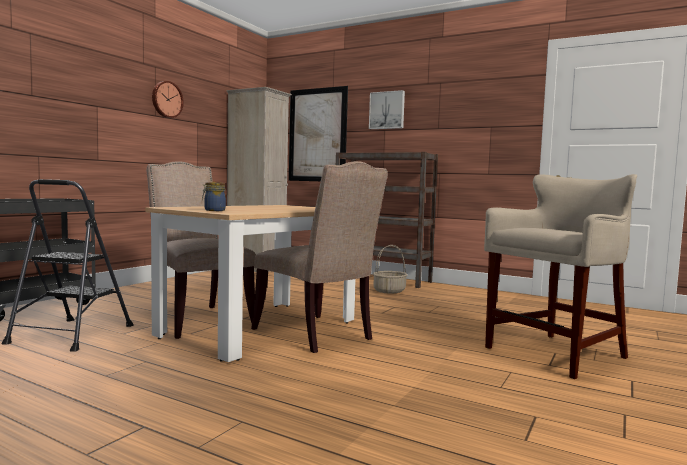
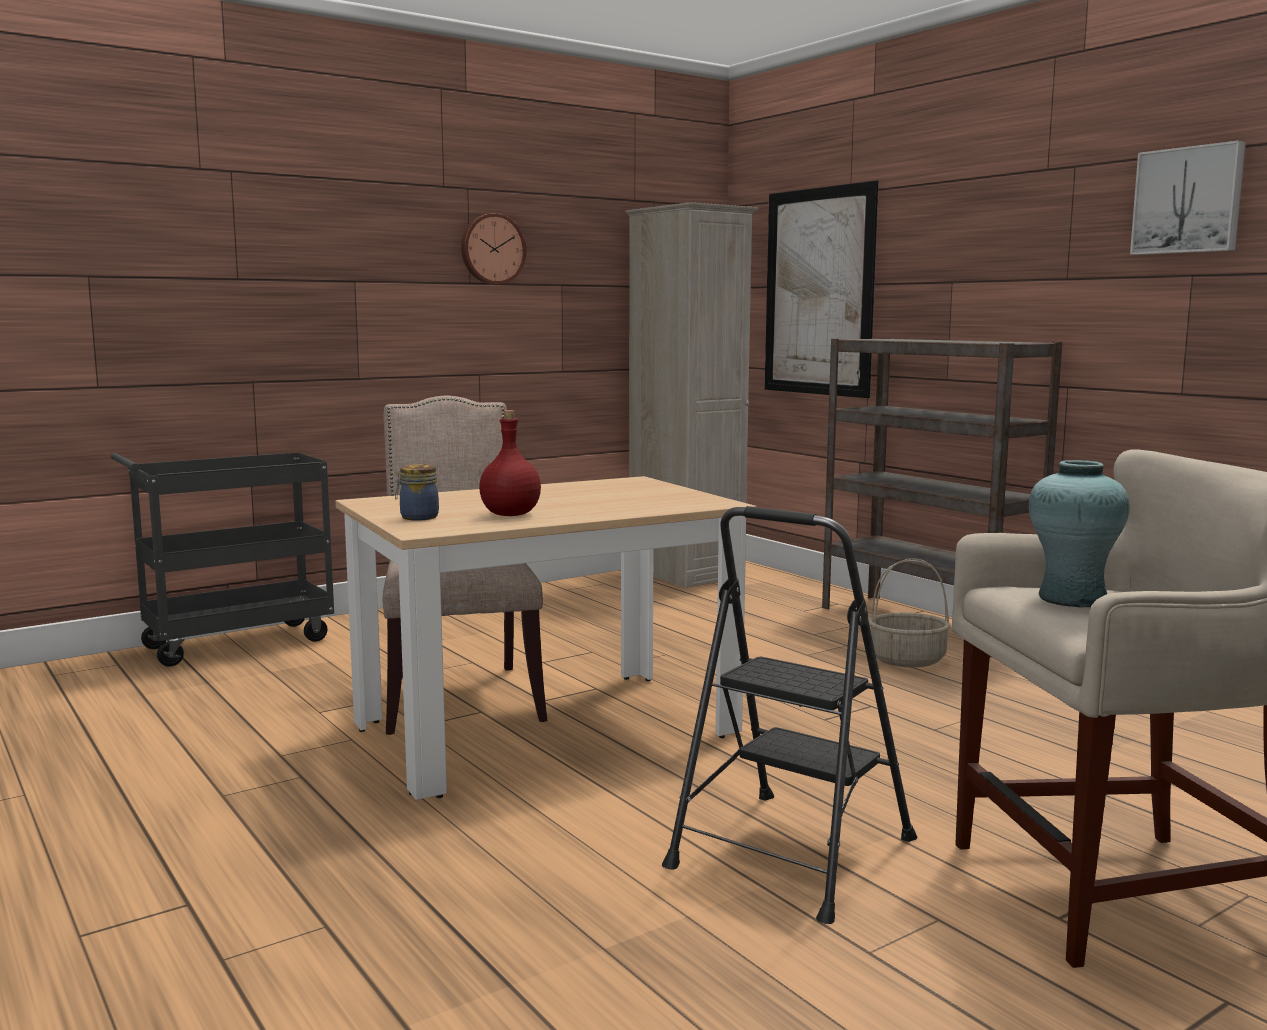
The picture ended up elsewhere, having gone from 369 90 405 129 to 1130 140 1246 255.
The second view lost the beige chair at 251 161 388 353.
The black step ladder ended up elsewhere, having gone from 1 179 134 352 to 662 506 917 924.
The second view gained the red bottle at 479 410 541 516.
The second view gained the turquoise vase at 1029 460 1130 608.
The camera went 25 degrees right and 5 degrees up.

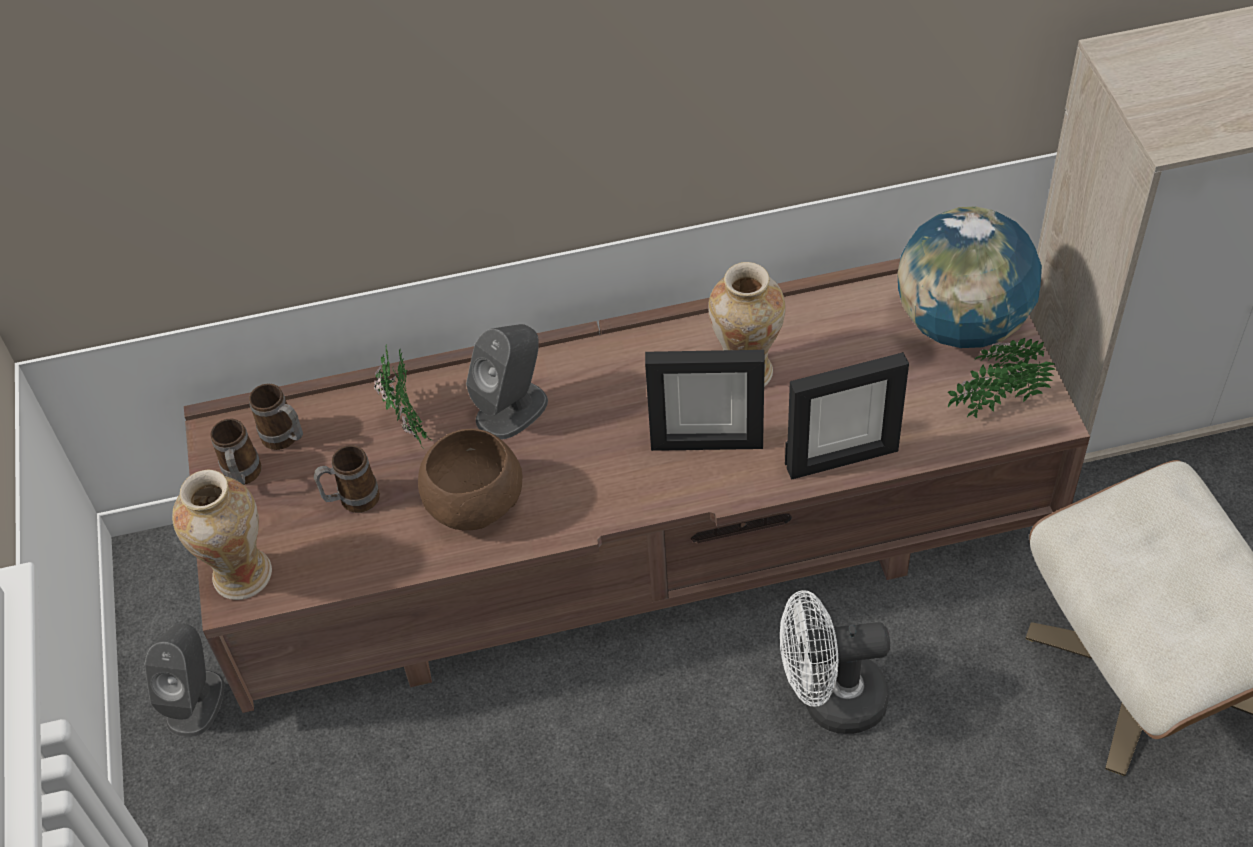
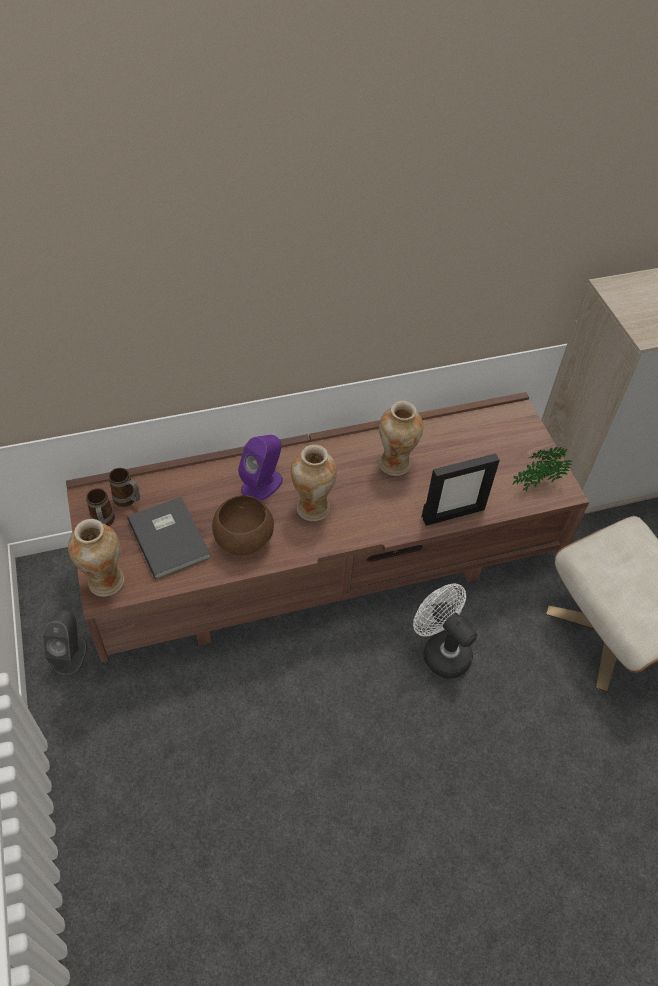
The second view lost the globe at 897 206 1042 348.
What was the grey speaker at 466 324 548 440 turned into the purple speaker at 238 435 283 501.
The second view lost the potted plant at 374 344 432 449.
The second view lost the picture frame at 645 350 765 451.
Where the mug stood at 314 445 380 513, the grey book came to stand at 127 497 211 579.
The white fan at 780 590 890 734 ended up facing another way, 60 degrees clockwise from before.
The second view gained the vase at 291 445 337 521.
The camera went 10 degrees left and 0 degrees up.

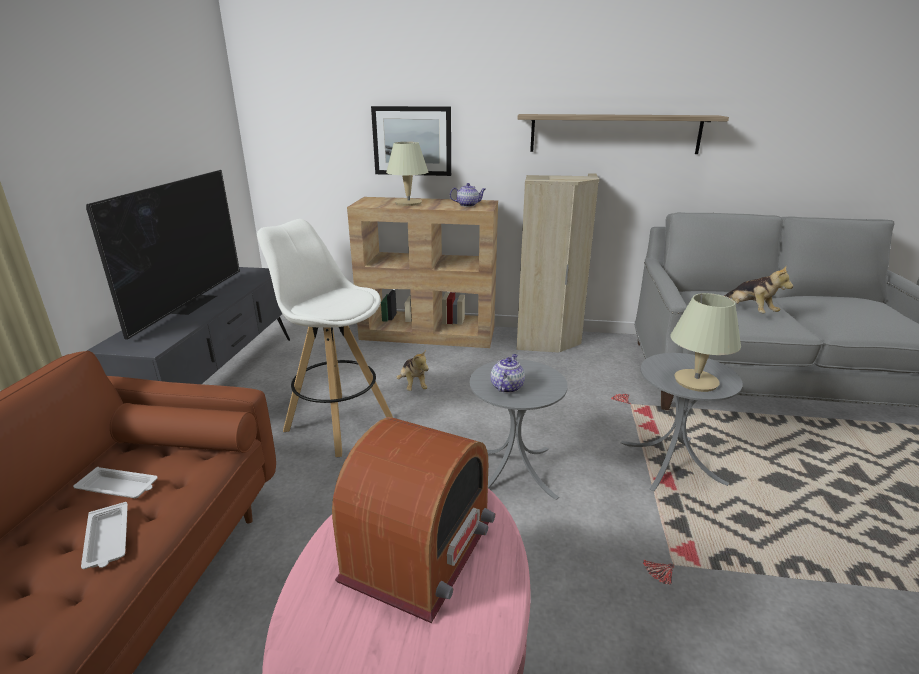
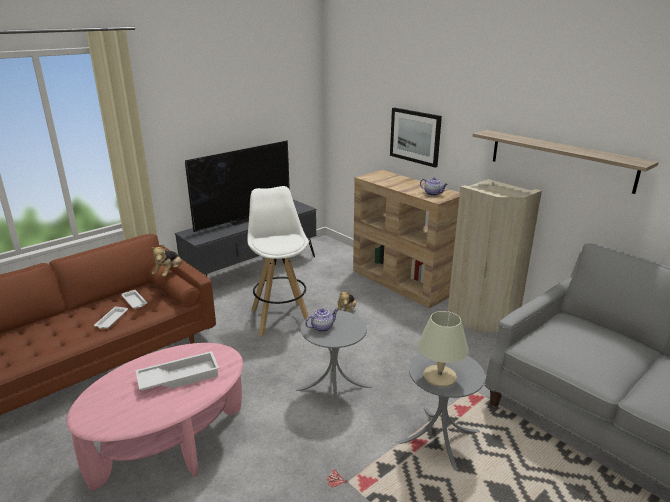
The second view lost the beige table lamp at 386 142 428 206.
The plush toy ended up elsewhere, having gone from 724 266 793 313 to 152 245 182 277.
Where the radio stood at 332 417 495 623, the white tray came to stand at 136 351 219 390.
The camera went 40 degrees right and 0 degrees up.

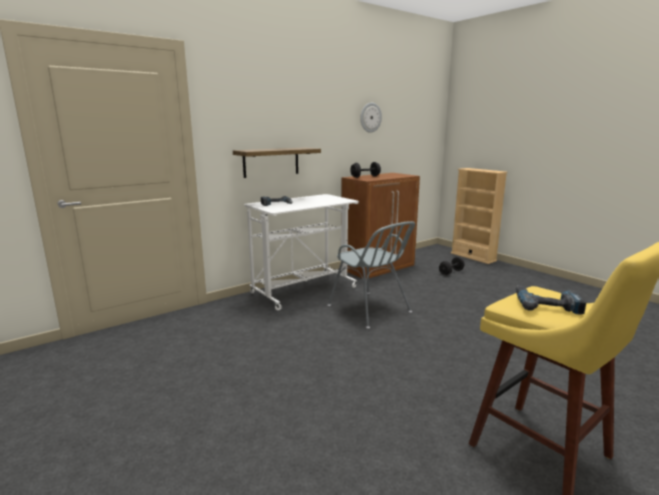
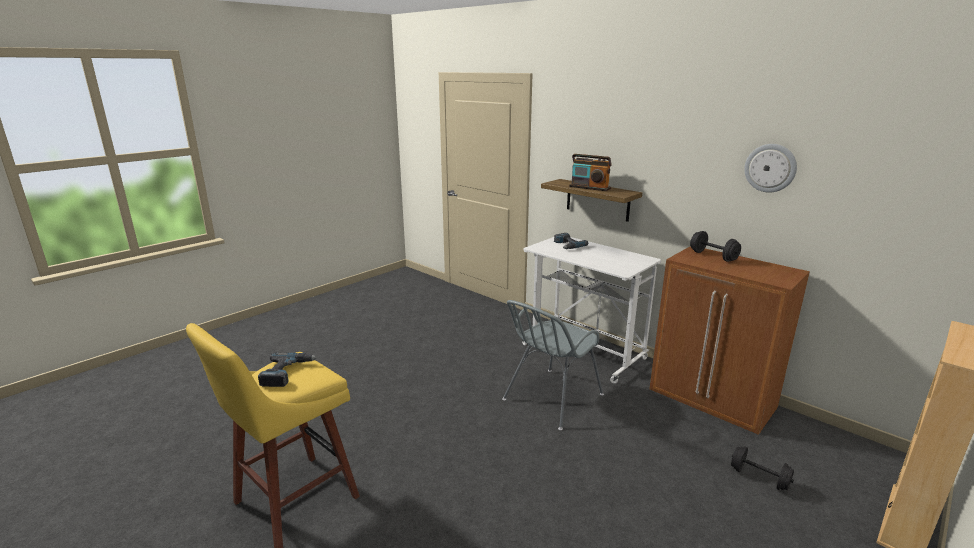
The second view gained the radio at 569 154 612 191.
The camera went 80 degrees right and 5 degrees up.

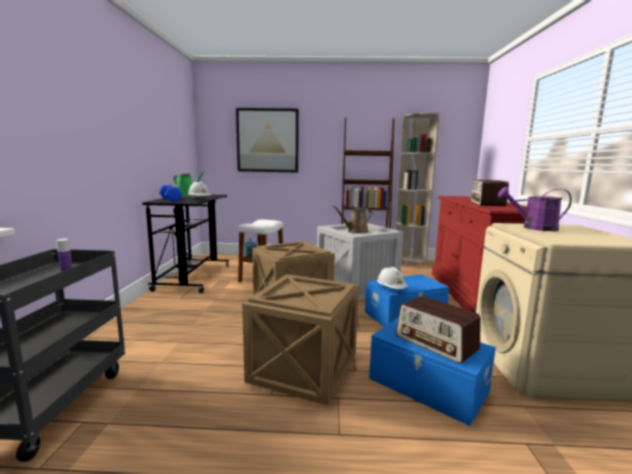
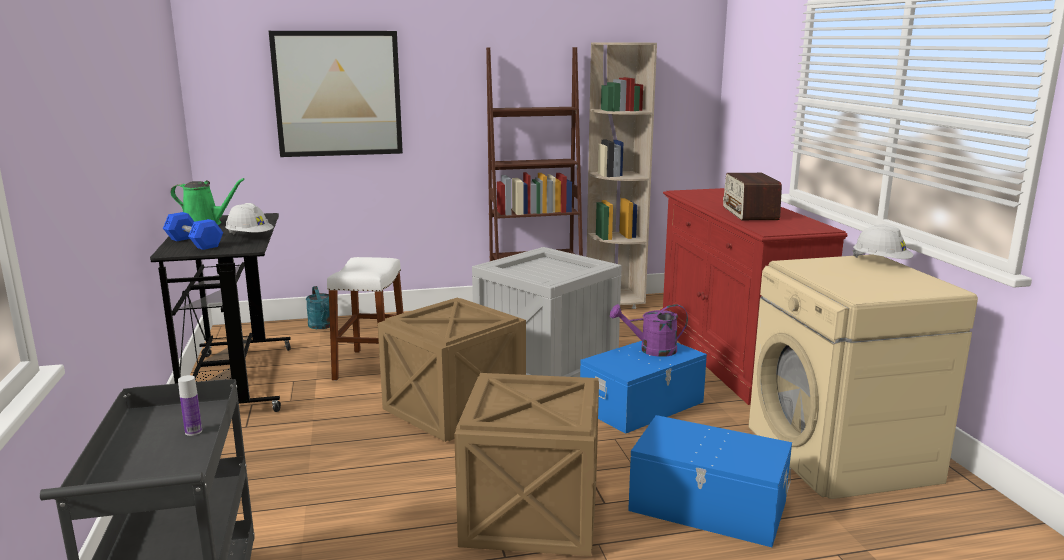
The purple watering can ended up elsewhere, having gone from 498 187 572 231 to 610 304 688 357.
The second view lost the brown watering can at 333 206 372 233.
The white hard hat ended up elsewhere, having gone from 377 267 408 289 to 852 224 914 259.
The second view lost the radio at 396 296 480 364.
The camera went 15 degrees left and 5 degrees up.

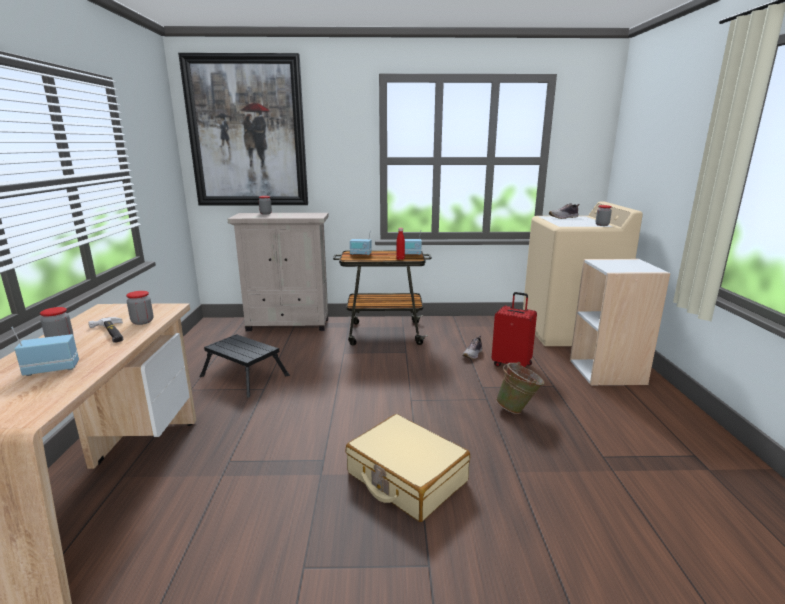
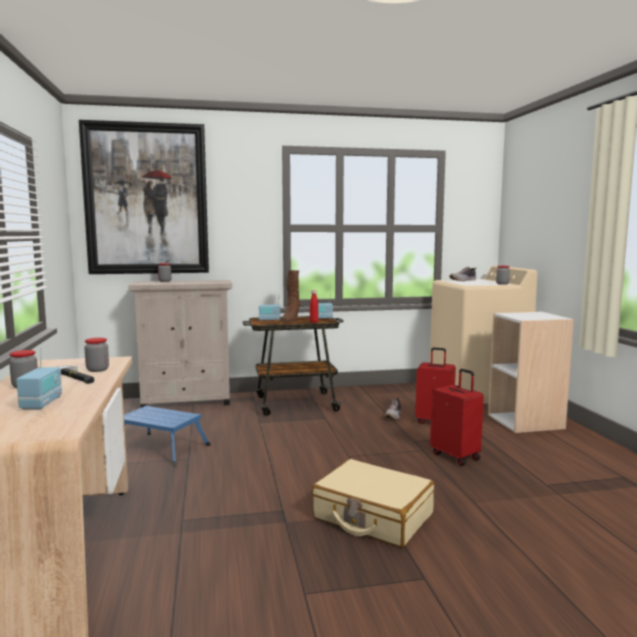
The radio at 11 327 79 376 ended up facing another way, 120 degrees clockwise from before.
What was the black step ladder at 200 334 290 398 turned into the blue step ladder at 124 405 211 467.
Where the green bucket stood at 496 362 544 414, the red suitcase came to stand at 430 369 484 466.
The second view gained the brown boot at 283 270 300 322.
The camera went 10 degrees left and 10 degrees down.

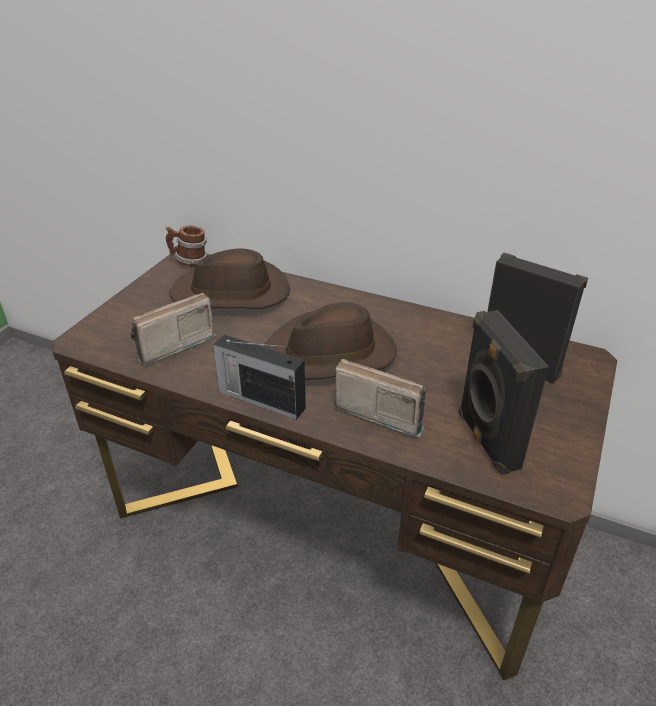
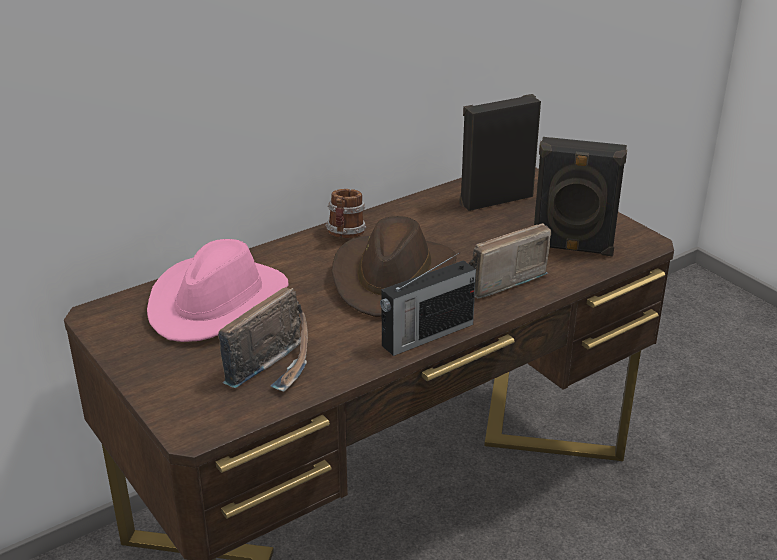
The mug ended up elsewhere, having gone from 166 226 207 267 to 325 189 366 238.
What was the brown hat at 169 249 290 309 turned into the pink hat at 147 239 289 342.
The radio at 130 293 216 365 ended up facing another way, 135 degrees counterclockwise from before.
The camera went 60 degrees left and 5 degrees down.

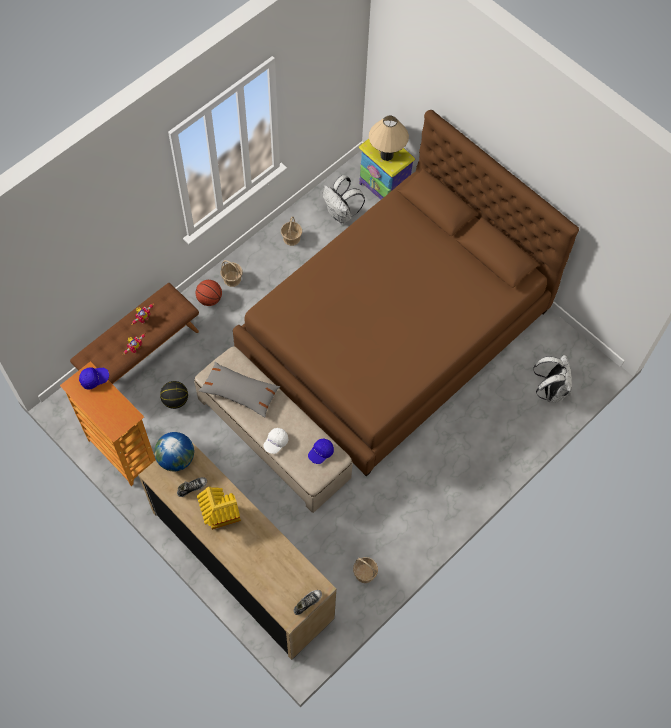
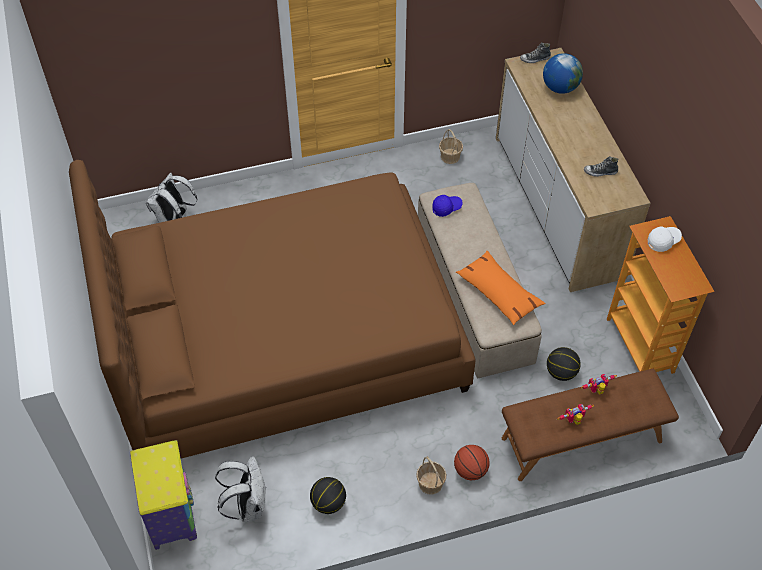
The second view lost the beige table lamp at 369 115 409 161.
Where the basket stood at 281 217 302 246, the basketball came to stand at 310 477 346 514.
What was the grey pillow at 199 362 280 417 turned into the orange pillow at 456 250 545 325.
The second view lost the blue cap at 79 368 109 390.
The white cap ended up elsewhere, having gone from 263 428 289 454 to 648 226 682 252.
The globe ended up elsewhere, having gone from 154 432 194 471 to 543 53 583 94.
The second view lost the toy house at 197 487 241 530.
The camera went 150 degrees left and 10 degrees down.

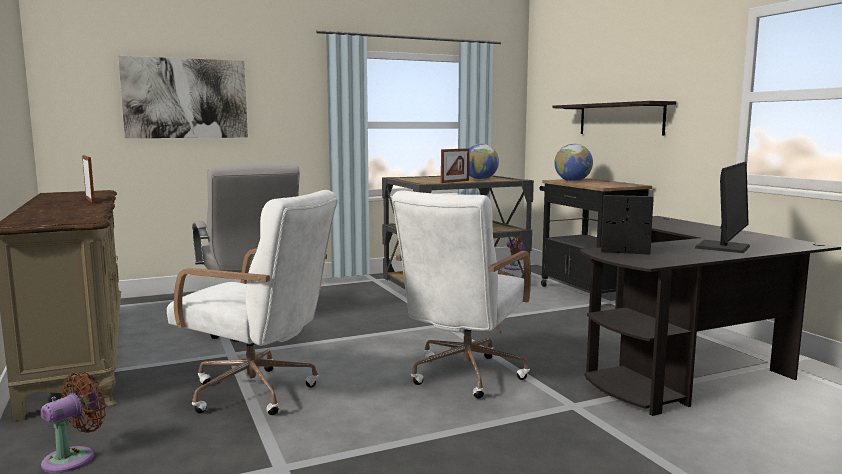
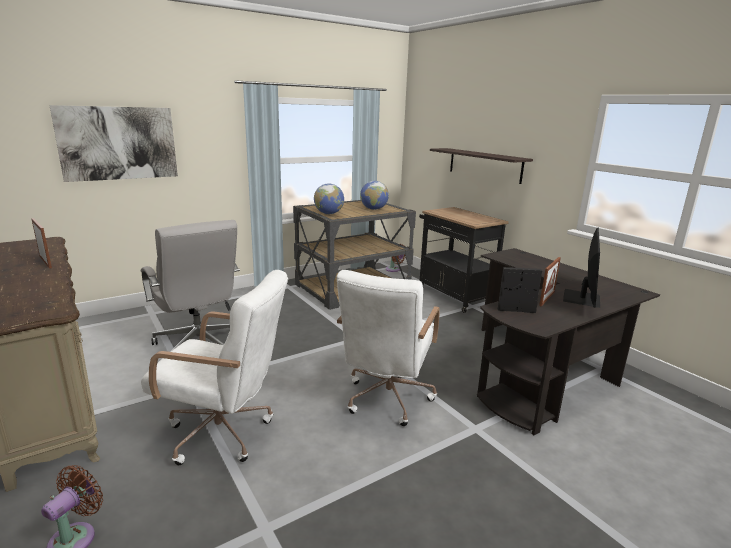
The globe ended up elsewhere, having gone from 554 144 593 182 to 314 183 344 214.
The picture frame ended up elsewhere, having gone from 441 148 469 183 to 539 257 561 306.
The camera went 10 degrees left and 10 degrees up.

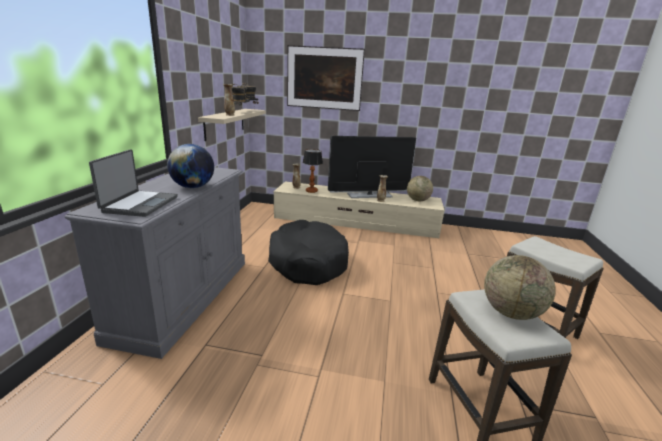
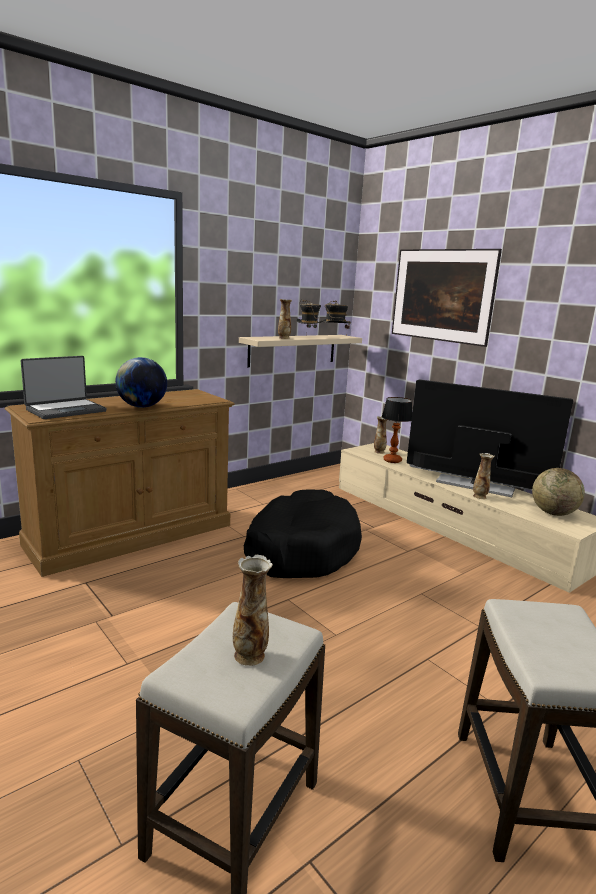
What was the grey cabinet at 65 167 245 359 turned into the brown cabinet at 5 389 235 577.
Where the globe stood at 484 255 556 320, the vase came to stand at 233 555 273 666.
The camera went 40 degrees right and 5 degrees down.

